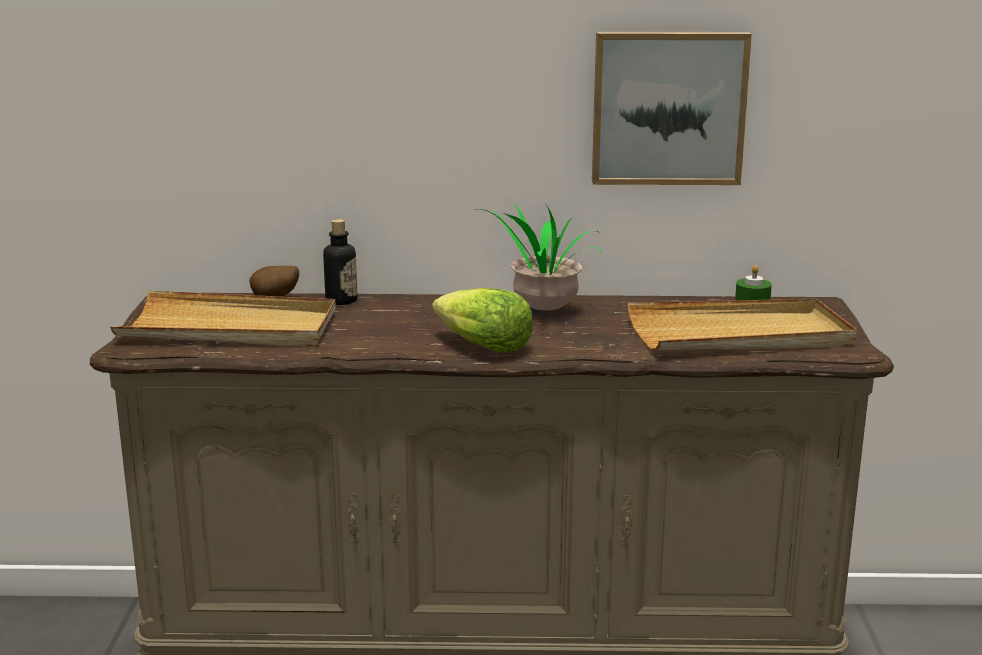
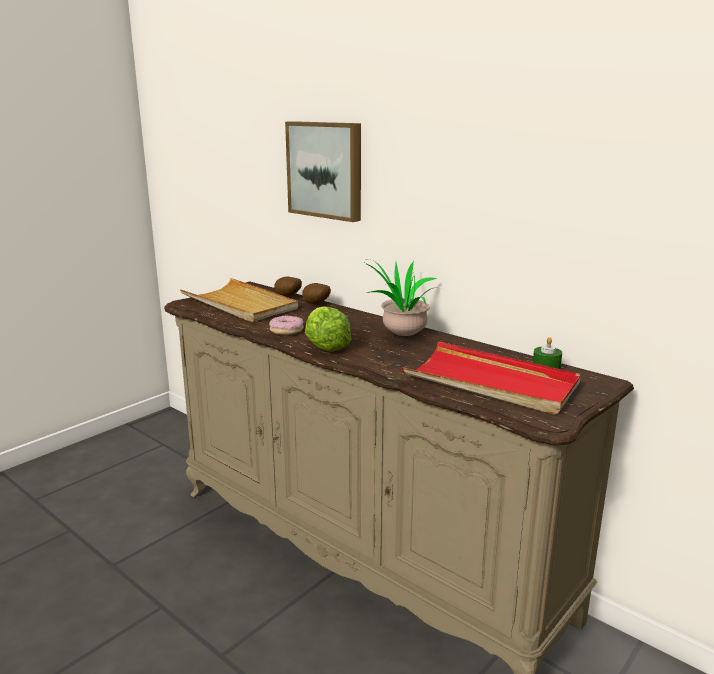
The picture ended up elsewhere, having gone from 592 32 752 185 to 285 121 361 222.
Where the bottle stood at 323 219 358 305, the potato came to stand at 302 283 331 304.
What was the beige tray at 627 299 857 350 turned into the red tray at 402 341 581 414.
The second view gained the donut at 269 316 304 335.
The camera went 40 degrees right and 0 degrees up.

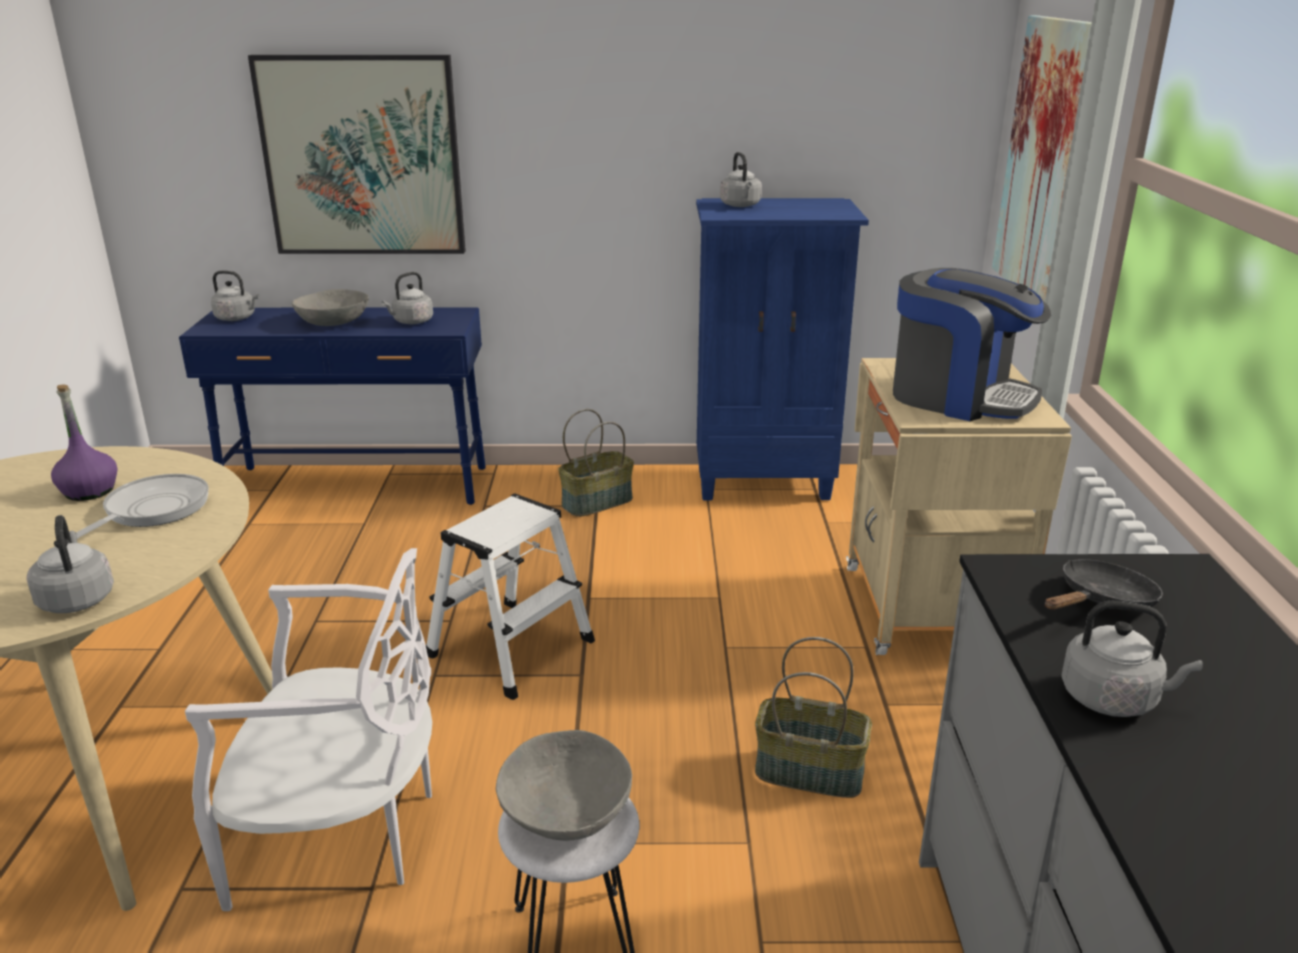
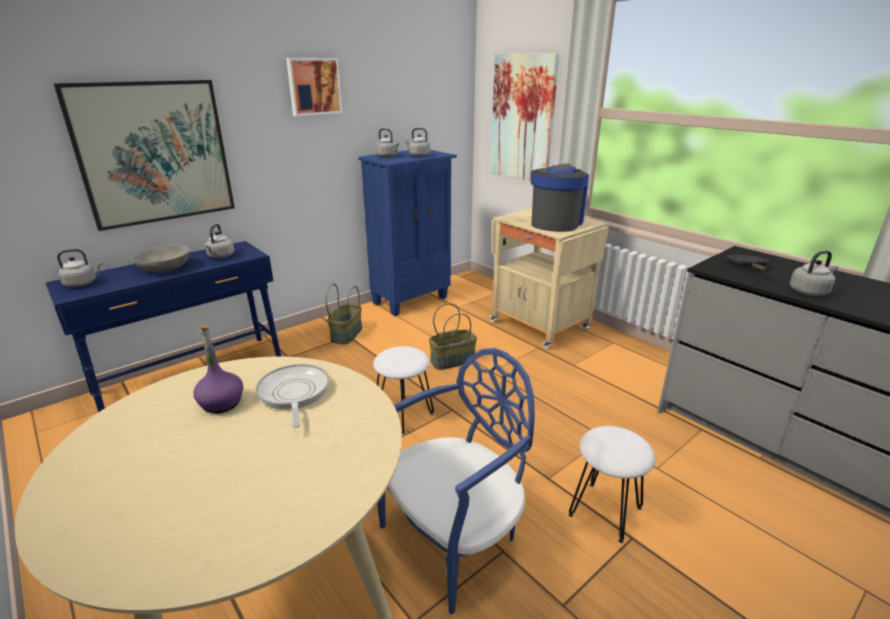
The coffee machine at 893 268 1051 421 ended up facing another way, 60 degrees counterclockwise from before.
Where the white step ladder stood at 426 493 595 700, the white stool came to stand at 373 346 434 434.
The grey kettle ended up elsewhere, having gone from 27 515 114 613 to 405 128 430 157.
What was the white chair at 185 548 432 911 turned into the blue chair at 377 348 535 614.
The basket ended up elsewhere, having gone from 755 637 872 798 to 429 303 477 370.
The second view lost the grey bowl at 496 730 632 841.
The second view gained the picture at 286 58 343 116.
The camera went 40 degrees left and 0 degrees up.

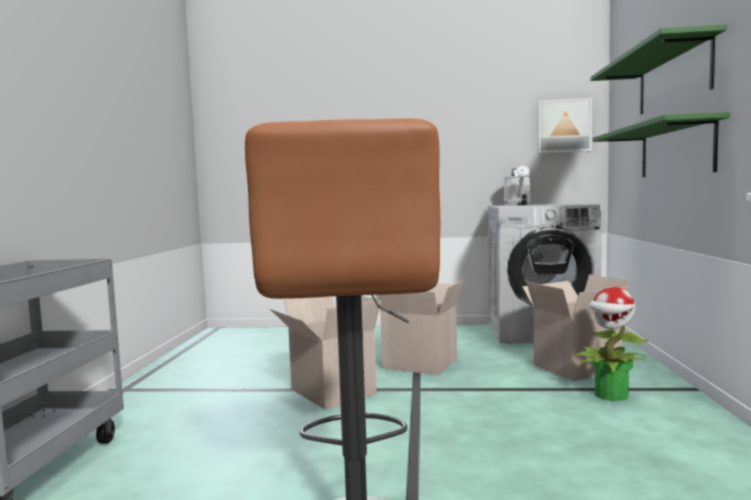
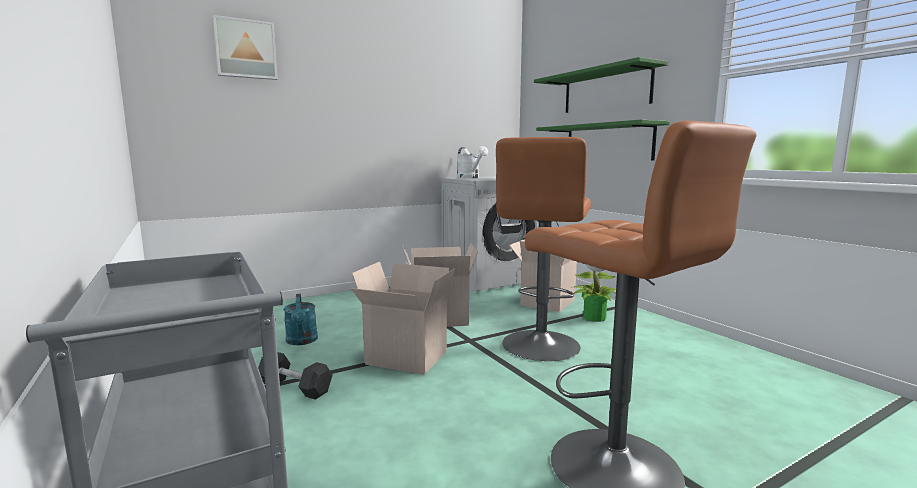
The picture ended up elsewhere, having gone from 537 98 592 153 to 213 15 278 80.
The second view gained the brown stool at 496 137 591 361.
The second view gained the turquoise watering can at 284 294 318 345.
The second view gained the grey dumbbell at 258 352 333 400.
The camera went 35 degrees left and 5 degrees up.

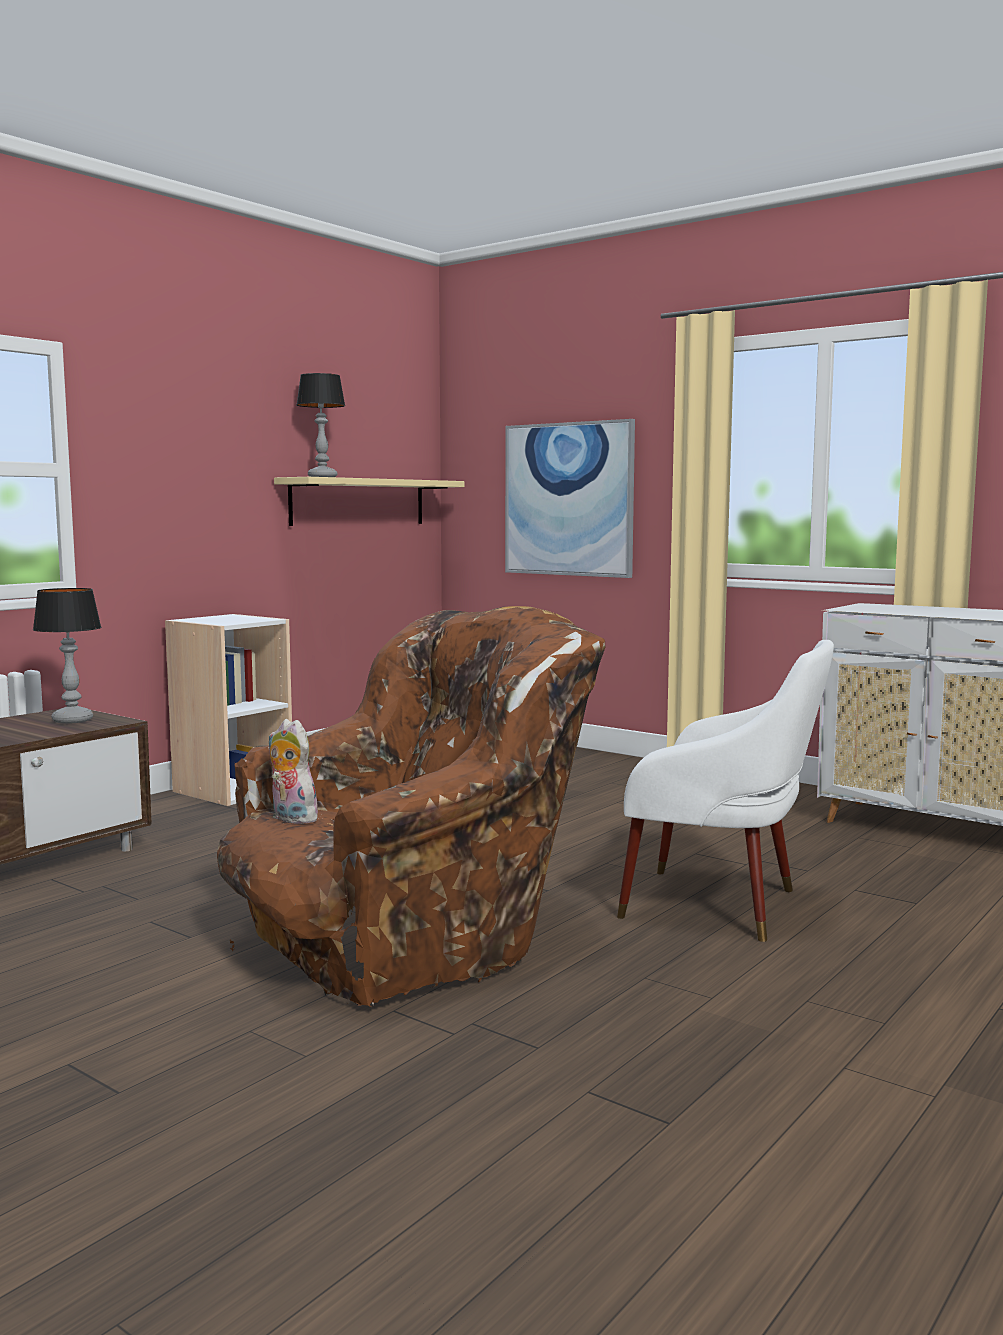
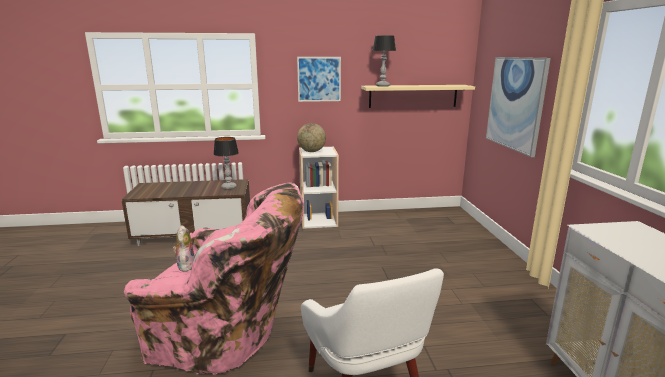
What was the brown armchair at 217 606 606 1007 turned into the pink armchair at 124 182 304 374.
The second view gained the picture at 297 57 341 102.
The second view gained the globe at 297 123 326 152.
The camera went 45 degrees right and 10 degrees up.

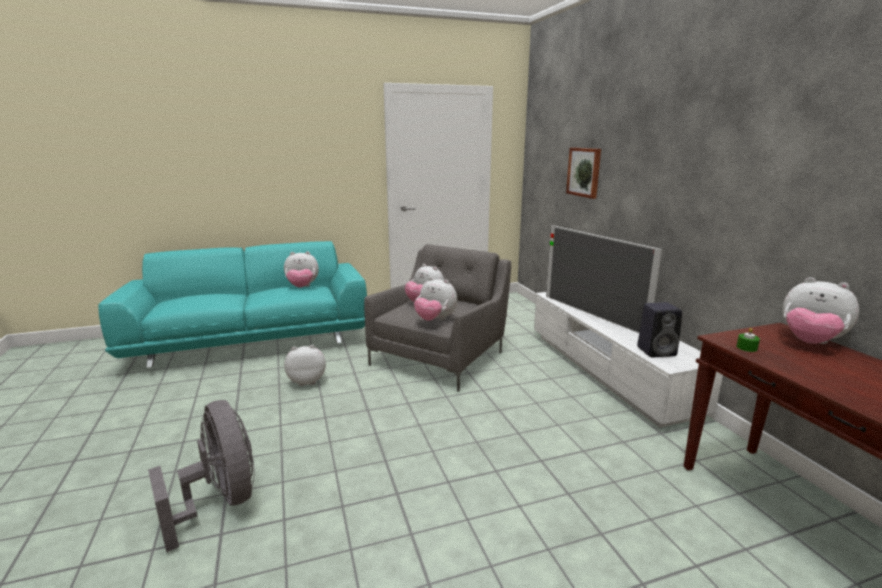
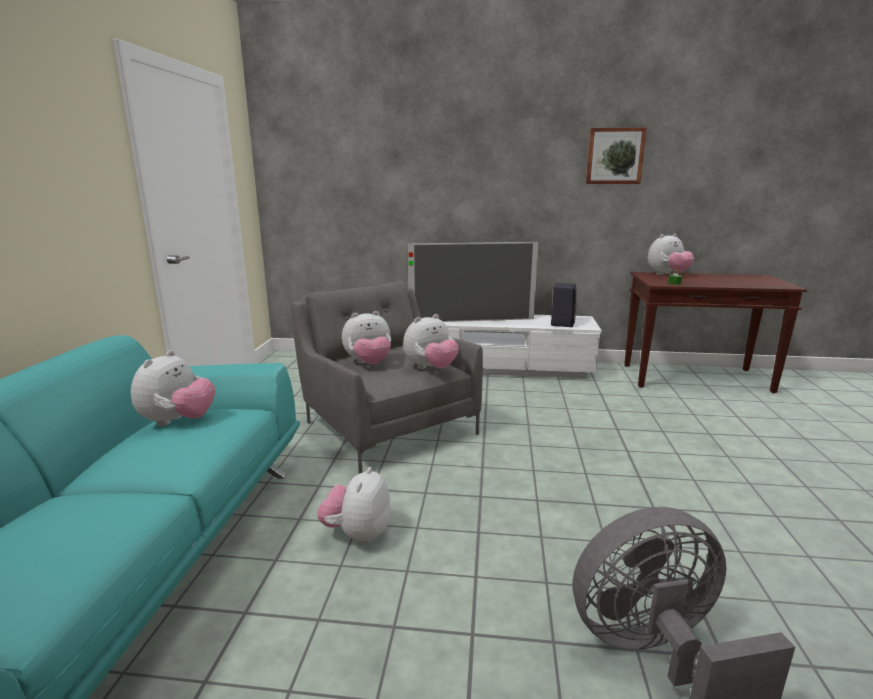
The picture ended up elsewhere, having gone from 566 147 601 199 to 586 127 647 184.
The camera went 65 degrees left and 0 degrees up.

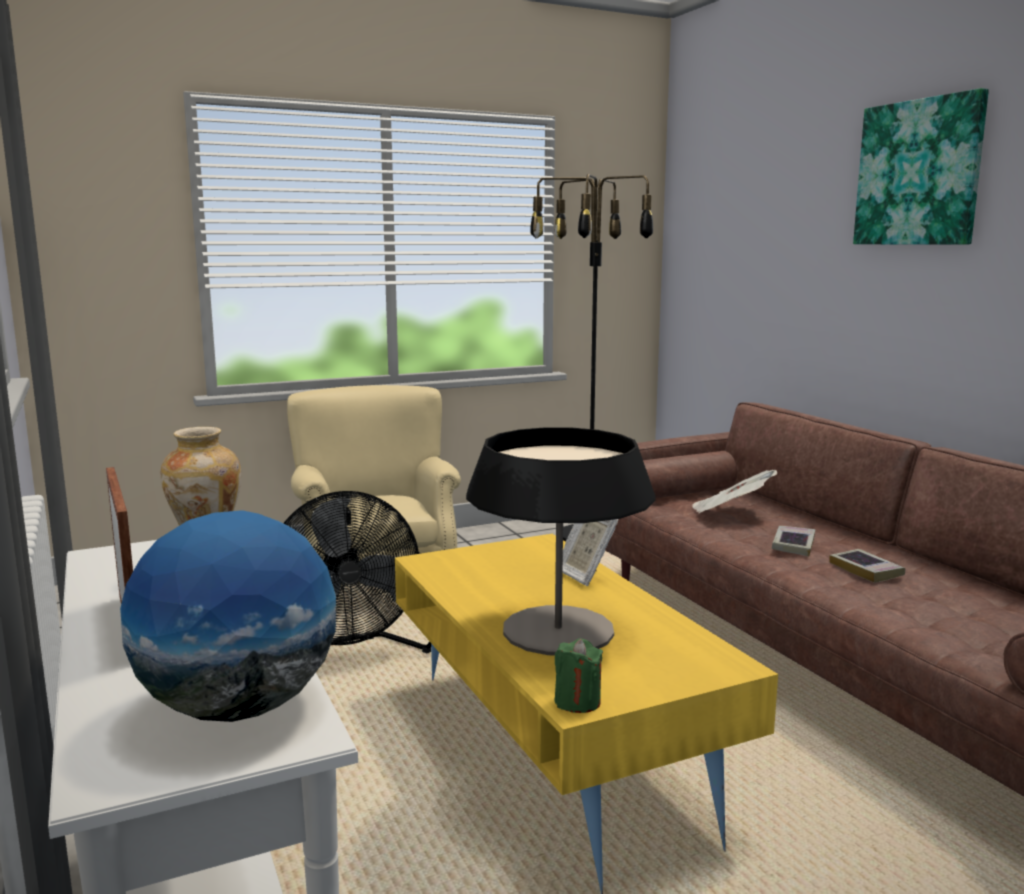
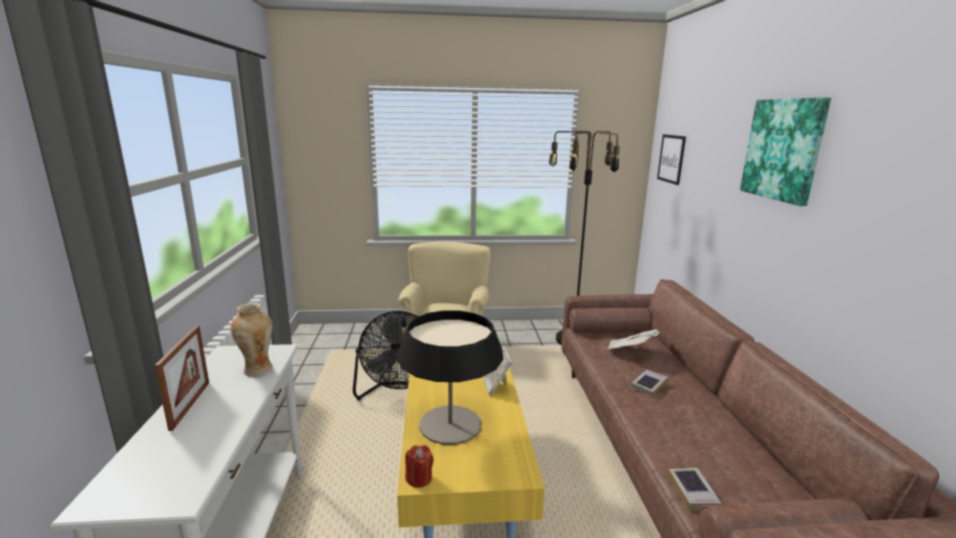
The second view lost the globe at 120 510 336 722.
The book ended up elsewhere, having gone from 829 549 905 583 to 668 468 722 510.
What was the green candle at 554 639 603 713 turned into the red candle at 405 445 434 488.
The second view gained the picture at 657 134 686 185.
The camera went 20 degrees right and 5 degrees up.

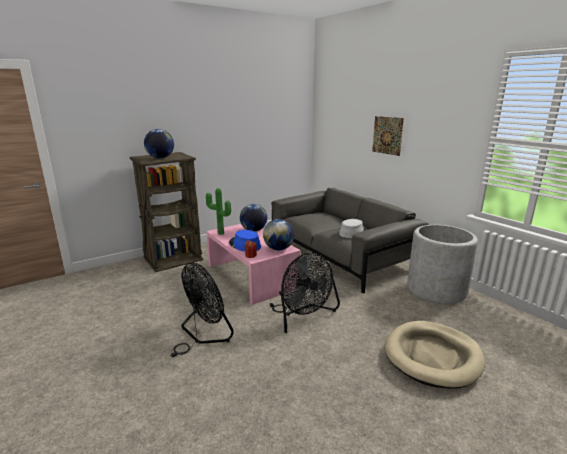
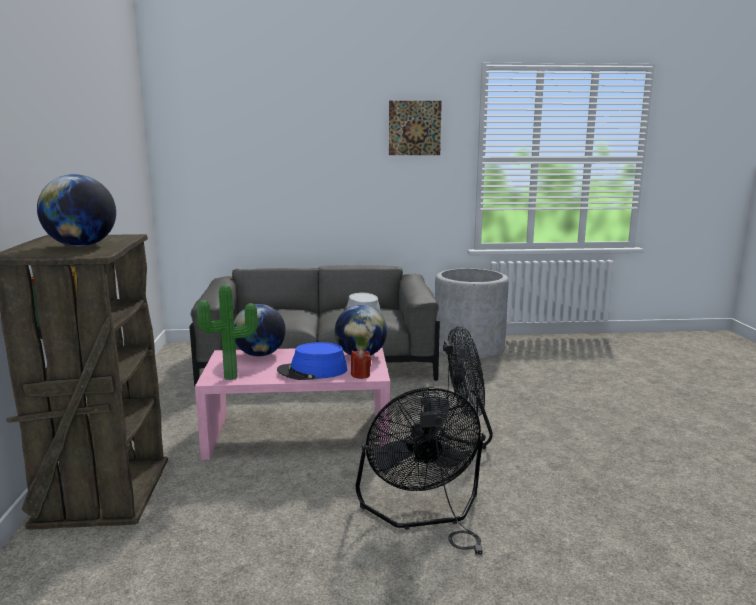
The picture ended up elsewhere, having gone from 372 116 404 156 to 389 101 442 155.
The second view lost the beige dog bed at 385 321 485 389.
The camera went 60 degrees left and 5 degrees down.

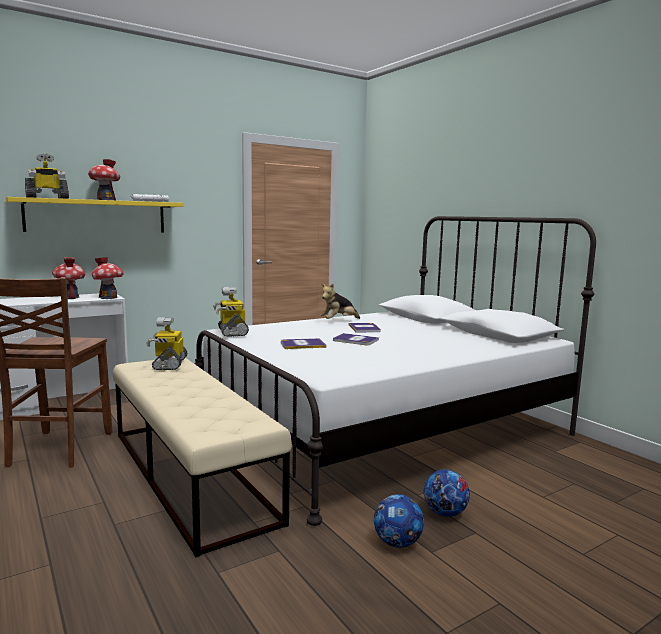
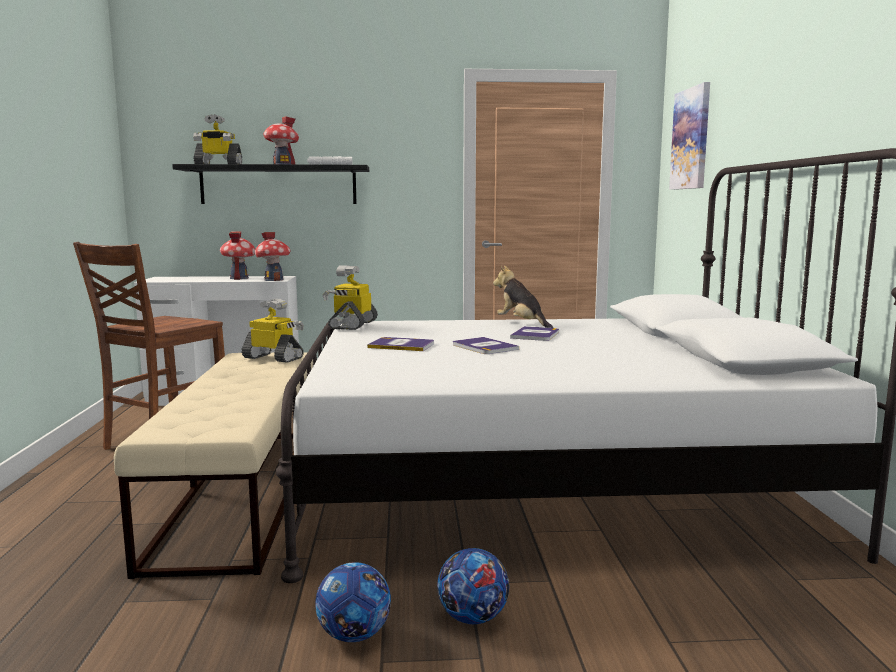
What was the yellow shelf at 6 197 184 232 turned into the black shelf at 172 164 369 204.
The plush toy at 320 284 360 319 ended up facing another way, 60 degrees clockwise from before.
The toy robot at 146 317 188 370 ended up facing another way, 90 degrees clockwise from before.
The second view gained the picture at 669 82 710 190.
The camera went 30 degrees right and 0 degrees up.

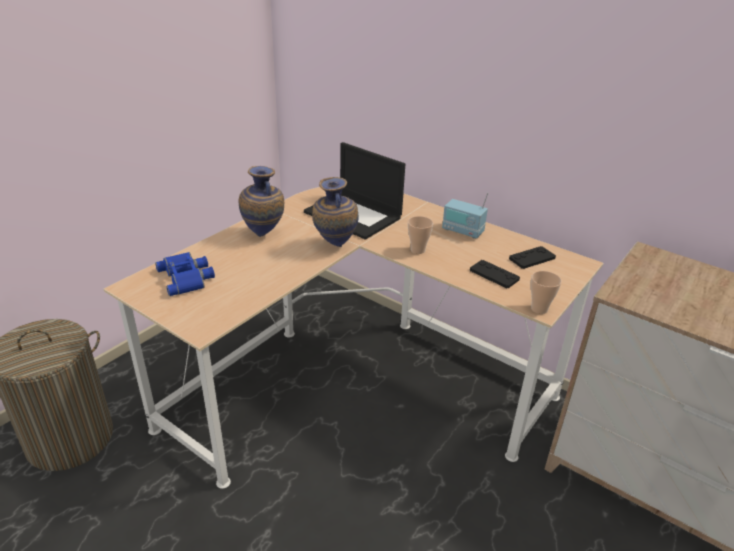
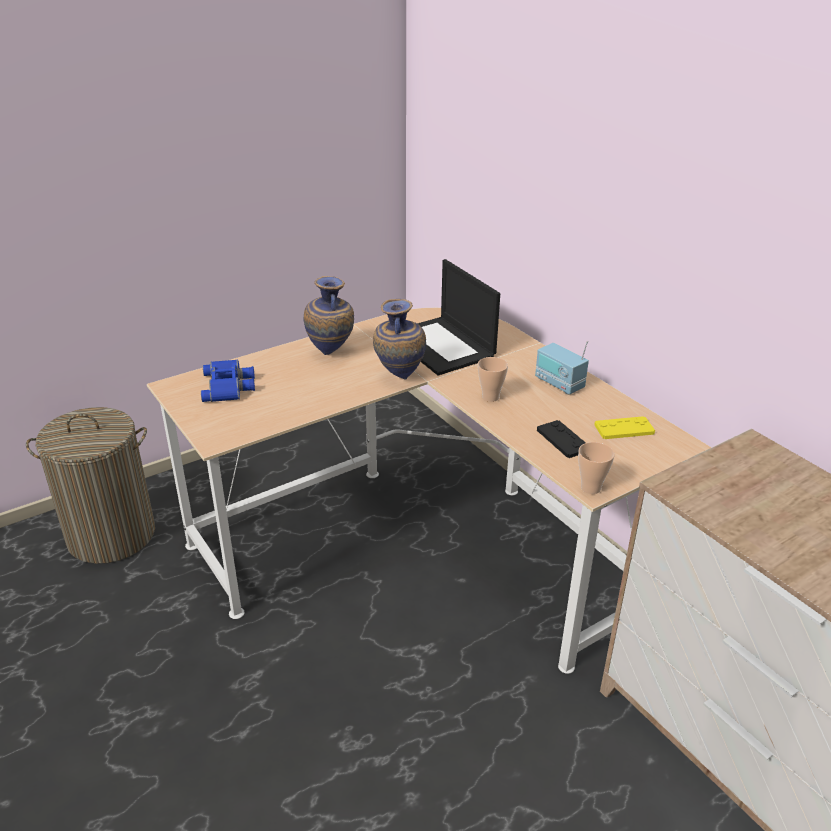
What was the black game controller at 509 246 556 269 turned into the yellow game controller at 594 416 655 439.
The camera went 20 degrees right and 0 degrees up.

